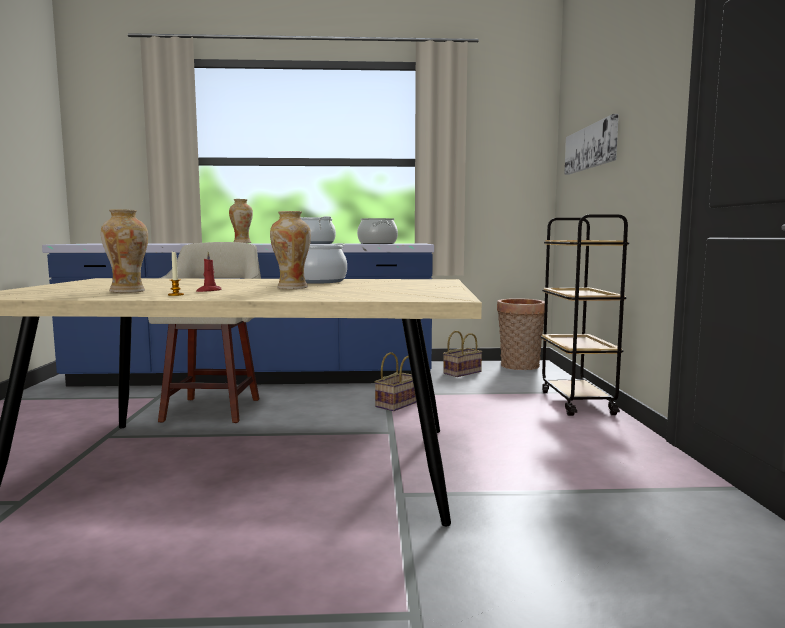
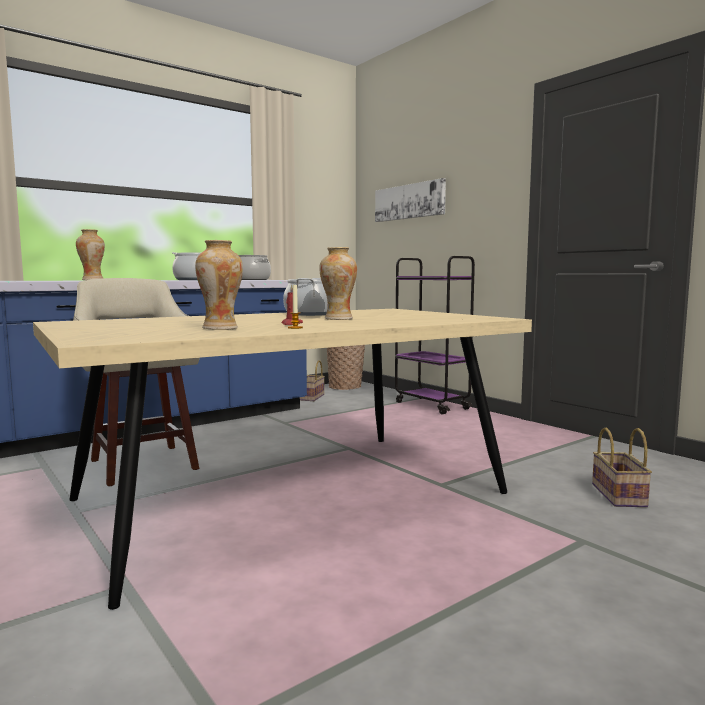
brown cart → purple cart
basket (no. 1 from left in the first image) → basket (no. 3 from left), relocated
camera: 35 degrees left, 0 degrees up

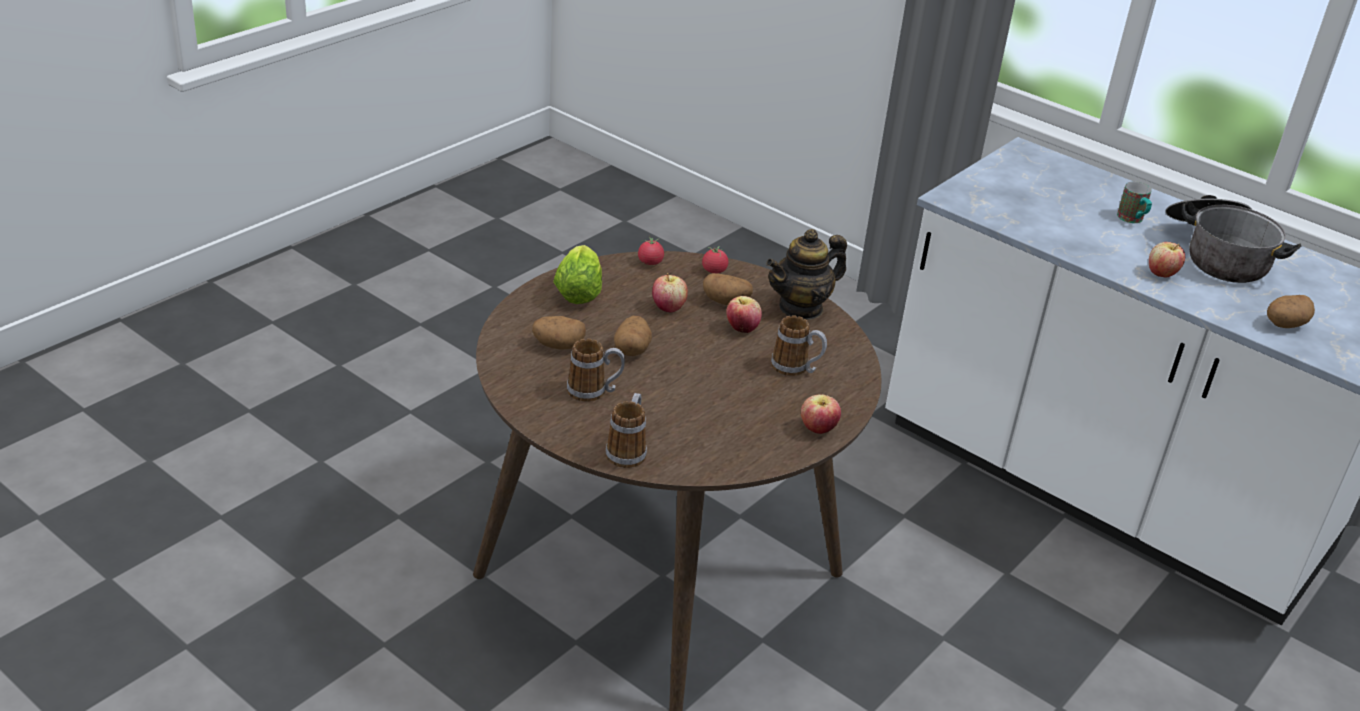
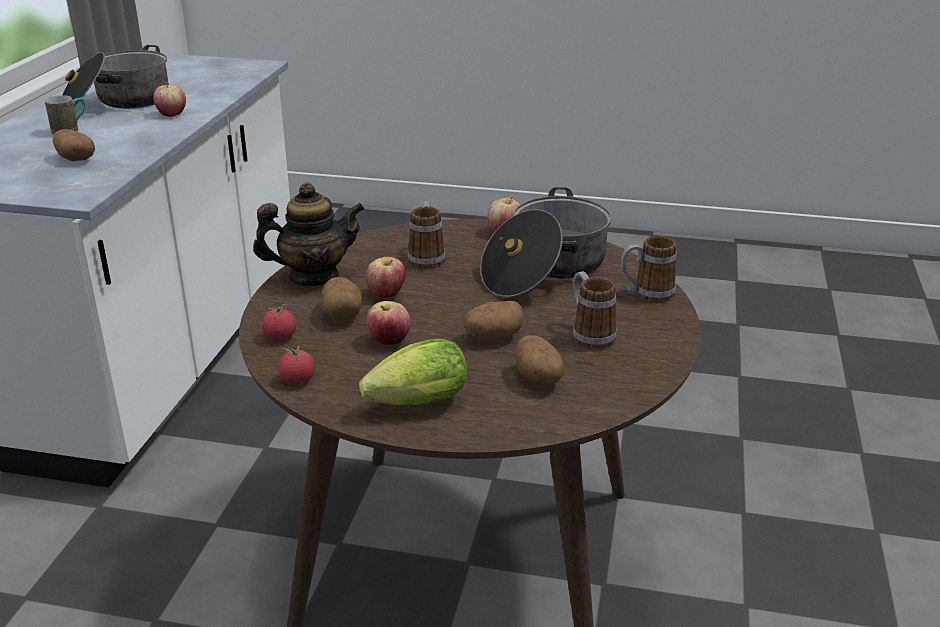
potato (no. 4 from left in the first image) → potato (no. 1 from left), relocated
teapot, 45 degrees counterclockwise
- → cooking pot (no. 2 from left)
camera: 115 degrees left, 5 degrees down

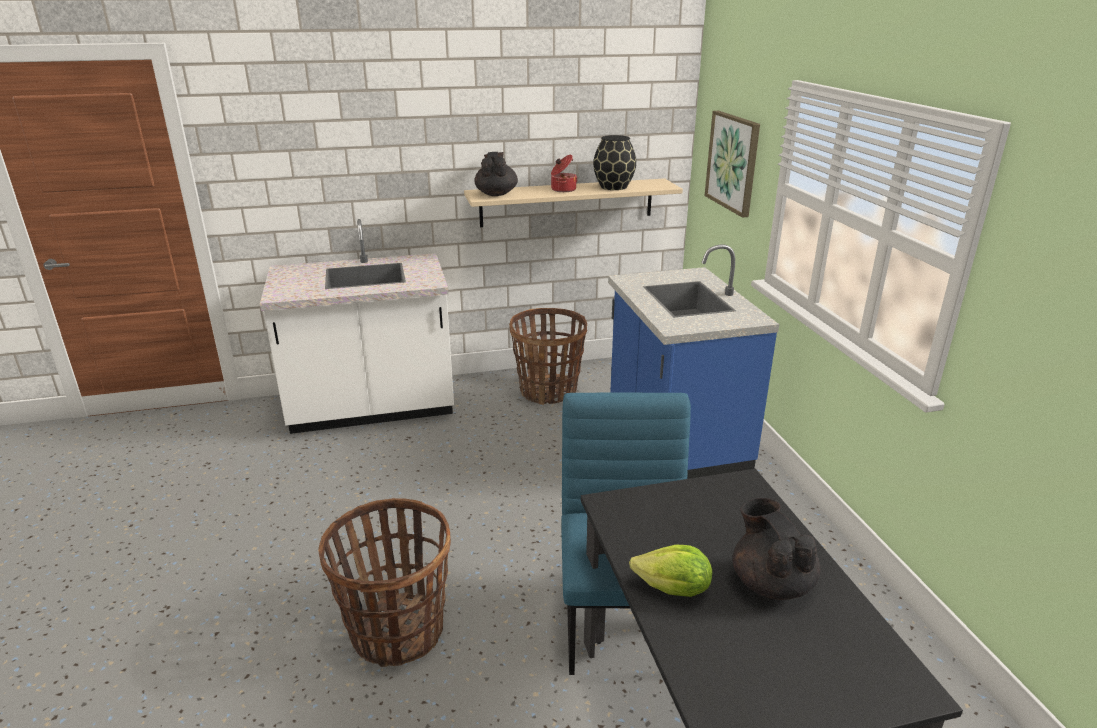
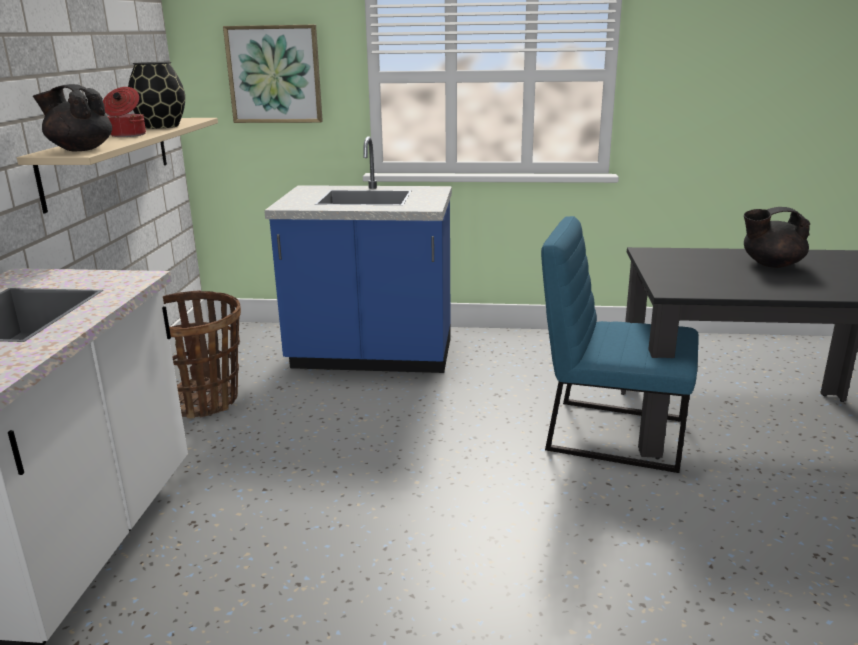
basket (no. 1 from left) → -
lettuce → -
camera: 70 degrees left, 5 degrees down

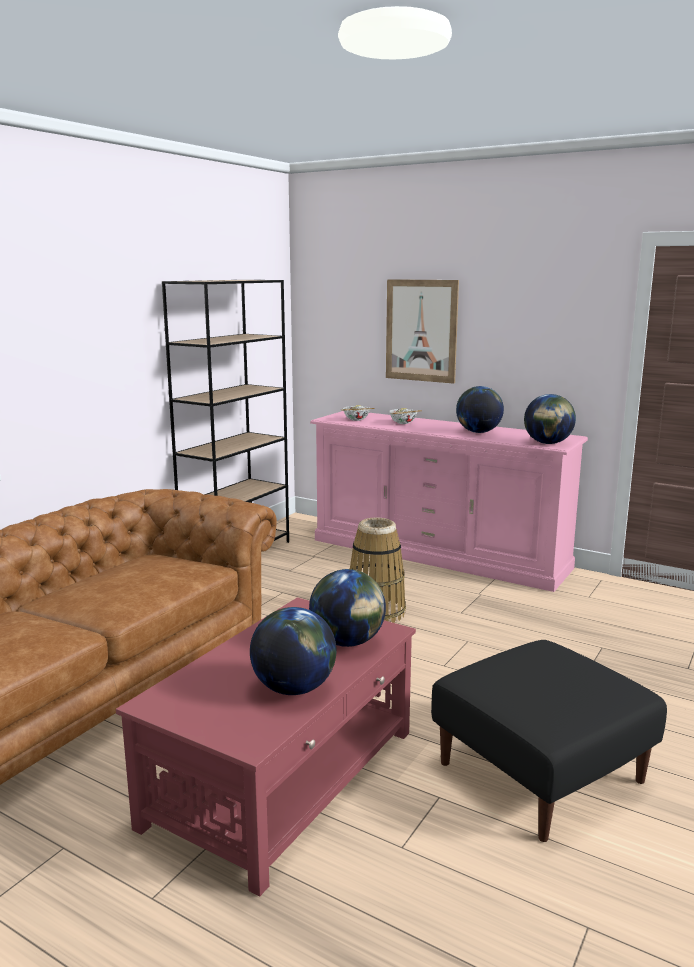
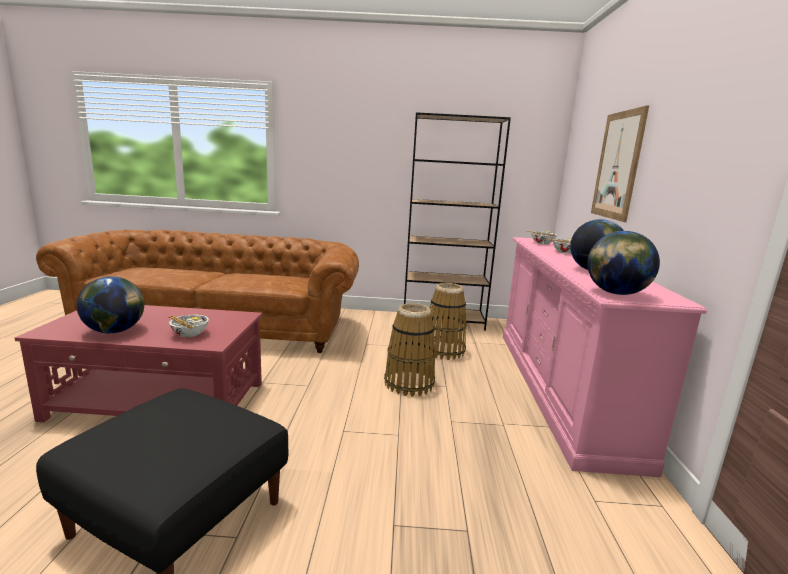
globe (no. 2 from left) → bowl (no. 1 from left)
- → basket (no. 2 from left)
camera: 60 degrees right, 0 degrees up

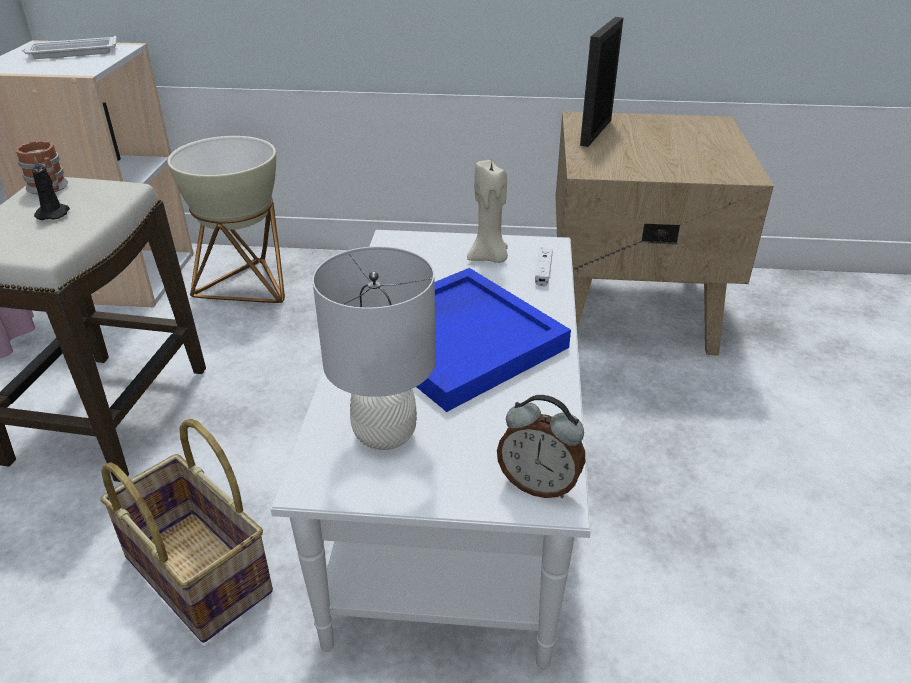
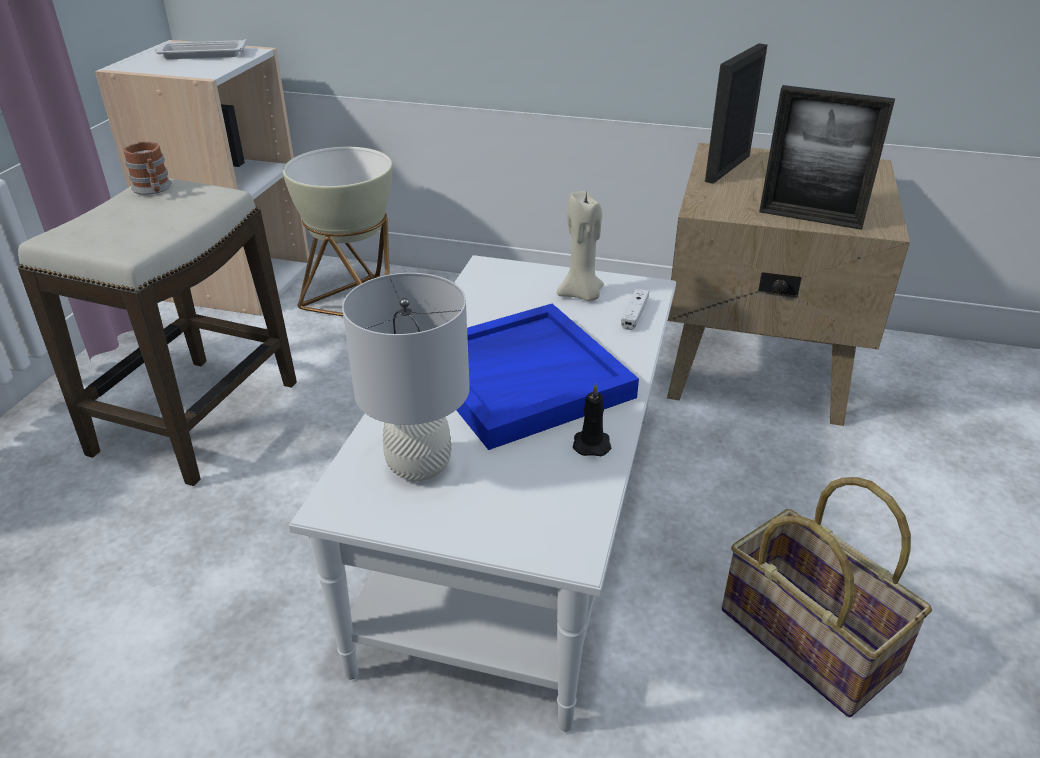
black candle, relocated
basket, relocated
- → picture frame (no. 2 from left)
alarm clock → -
camera: 10 degrees right, 0 degrees up

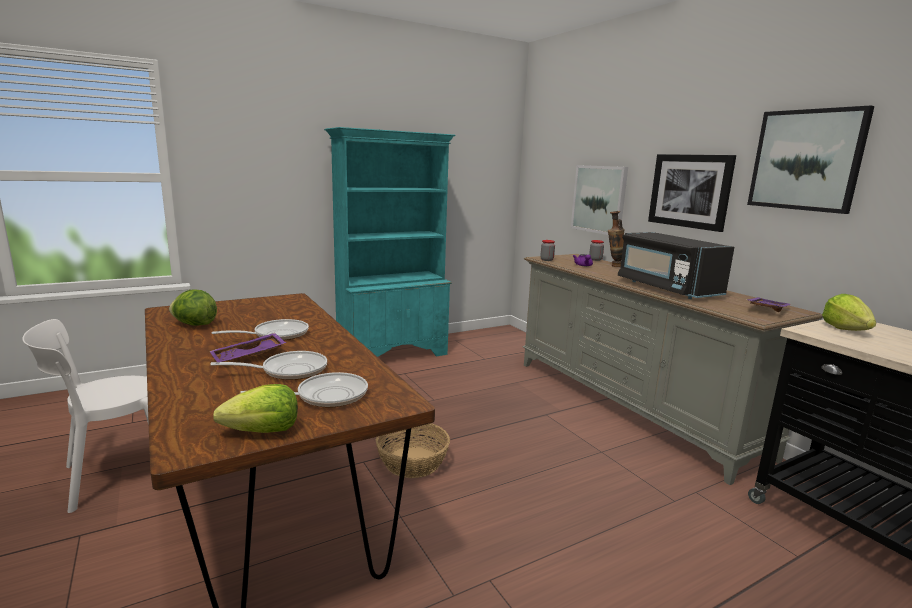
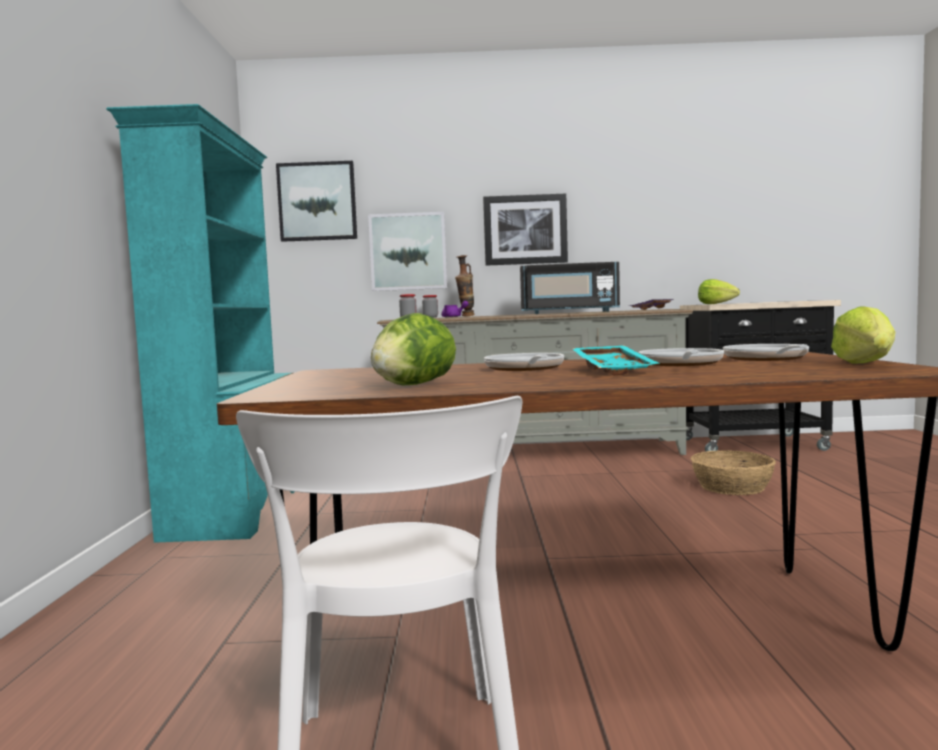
picture (no. 3 from left in the first image) → picture (no. 1 from left), relocated
purple tray (no. 1 from left) → turquoise tray
basket, relocated
camera: 60 degrees left, 10 degrees down

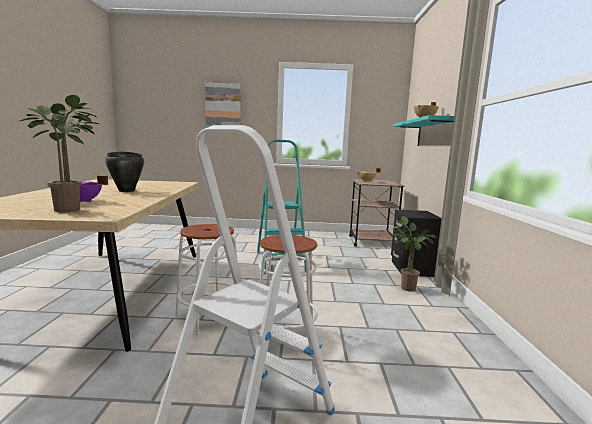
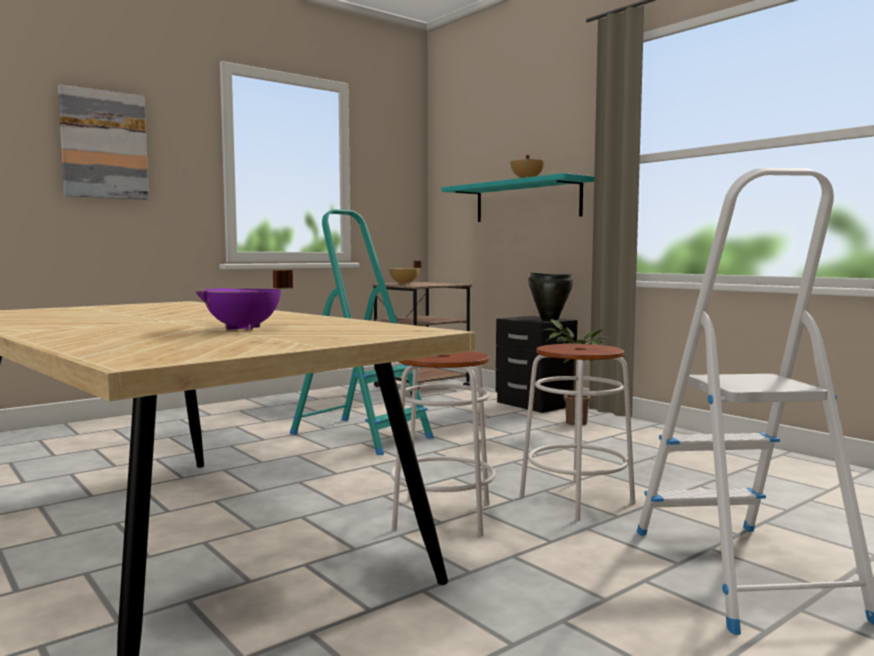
black cooking pot, relocated
potted plant (no. 1 from left) → -
camera: 40 degrees left, 5 degrees down

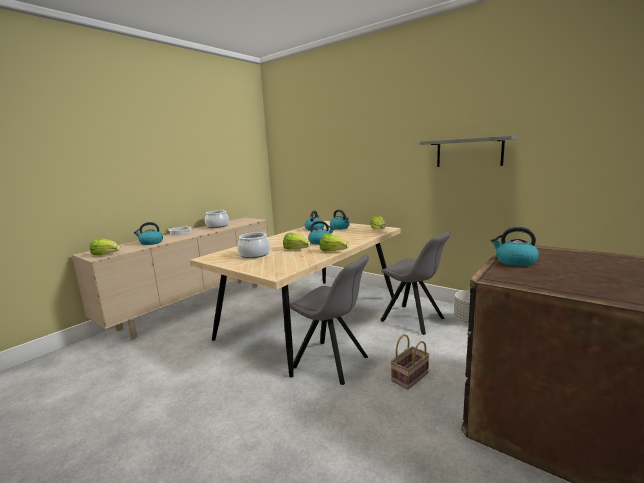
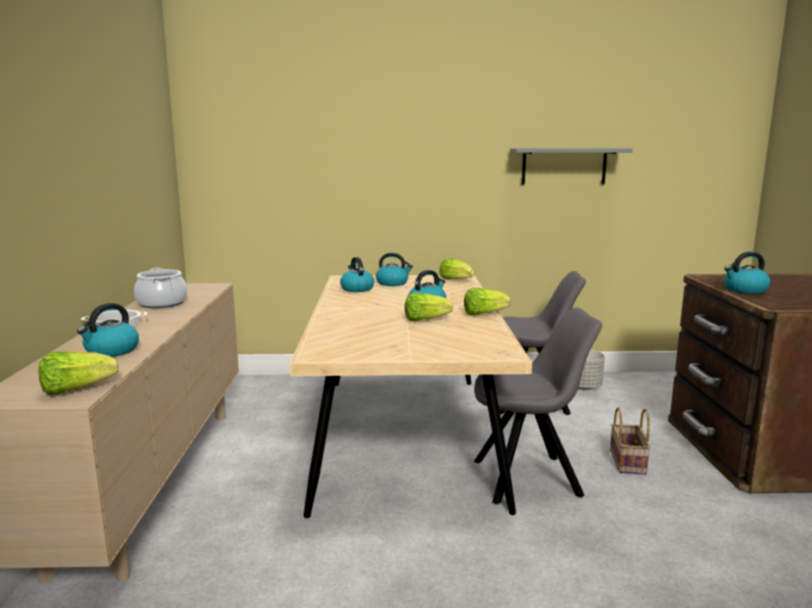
cooking pot (no. 3 from left) → -
camera: 40 degrees left, 0 degrees up

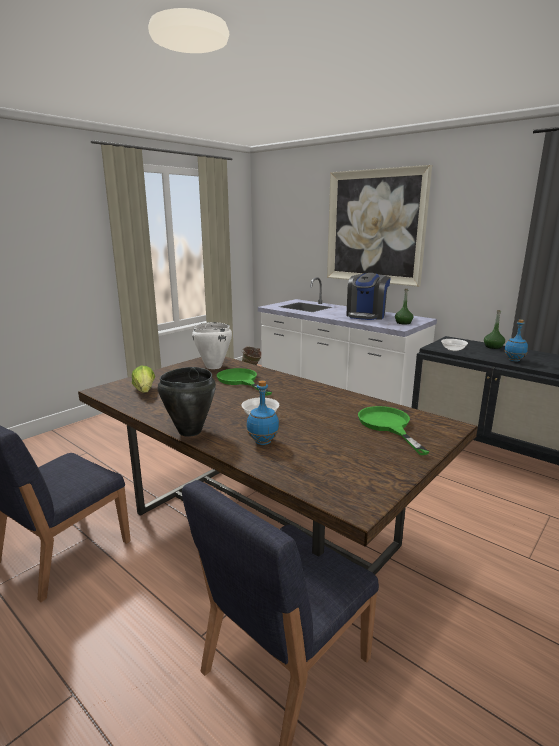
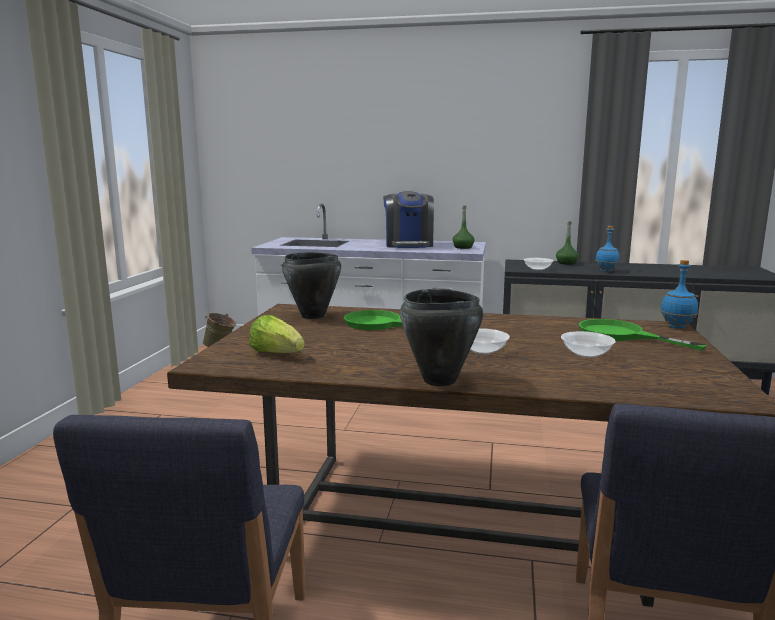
white cooking pot → black cooking pot (no. 1 from left)
- → bowl (no. 3 from left)
blue bottle (no. 1 from left in the first image) → blue bottle (no. 2 from left), relocated
picture → -
camera: 30 degrees left, 5 degrees down

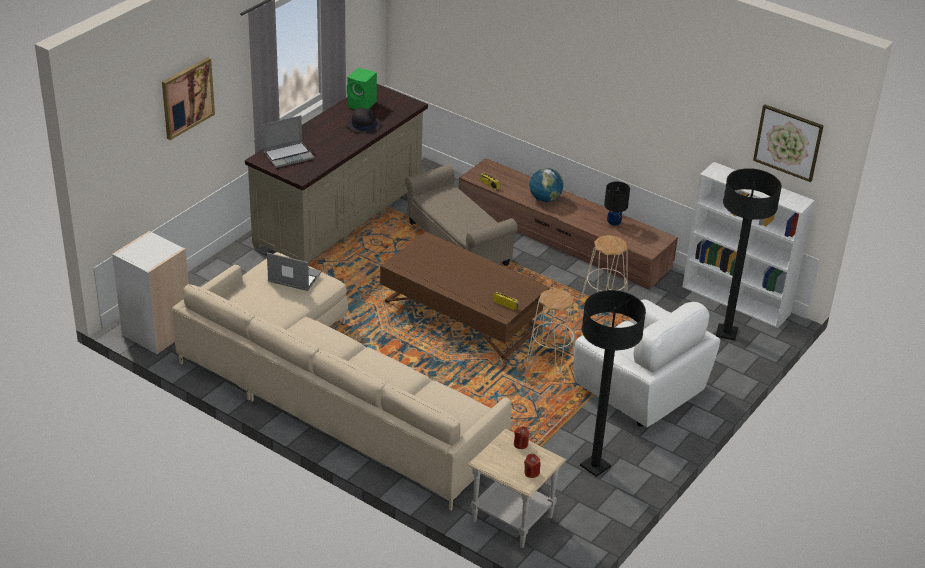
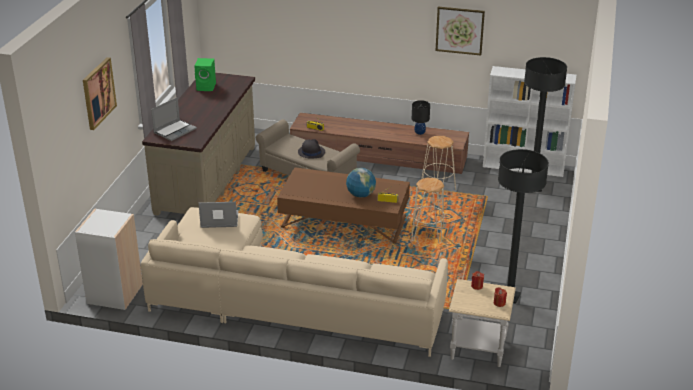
black hat, relocated
globe, relocated
picture (no. 2 from left), relocated
white armchair → -
camera: 20 degrees left, 5 degrees down

